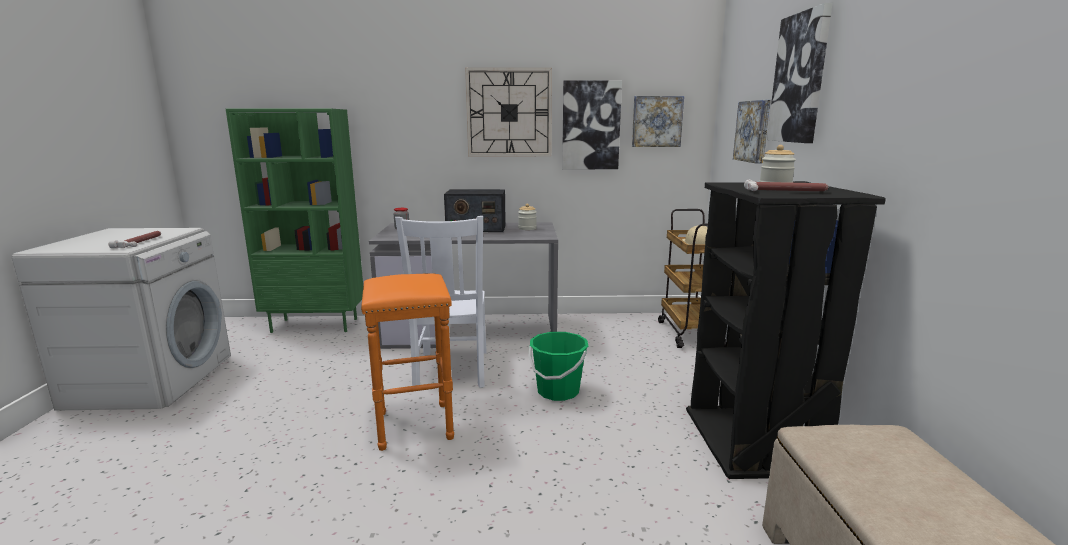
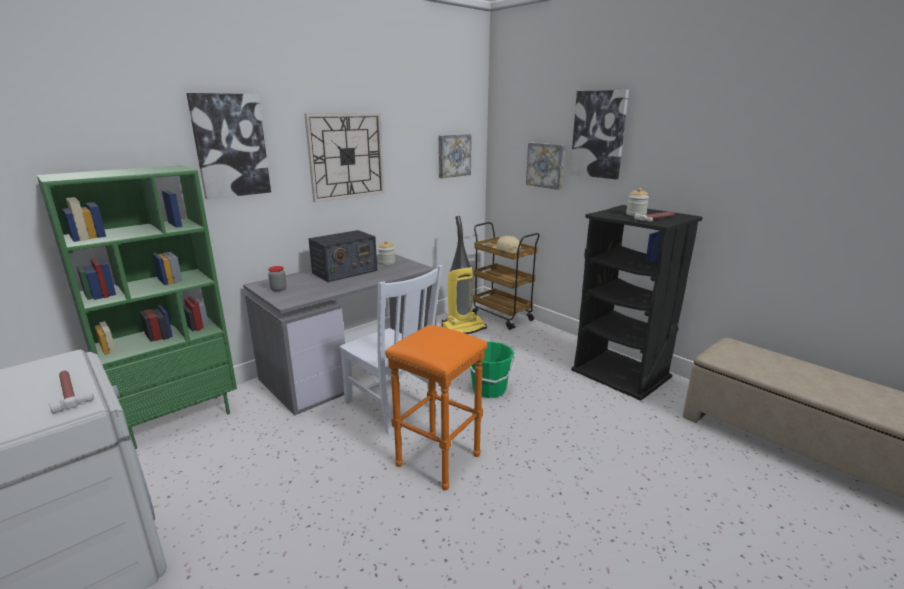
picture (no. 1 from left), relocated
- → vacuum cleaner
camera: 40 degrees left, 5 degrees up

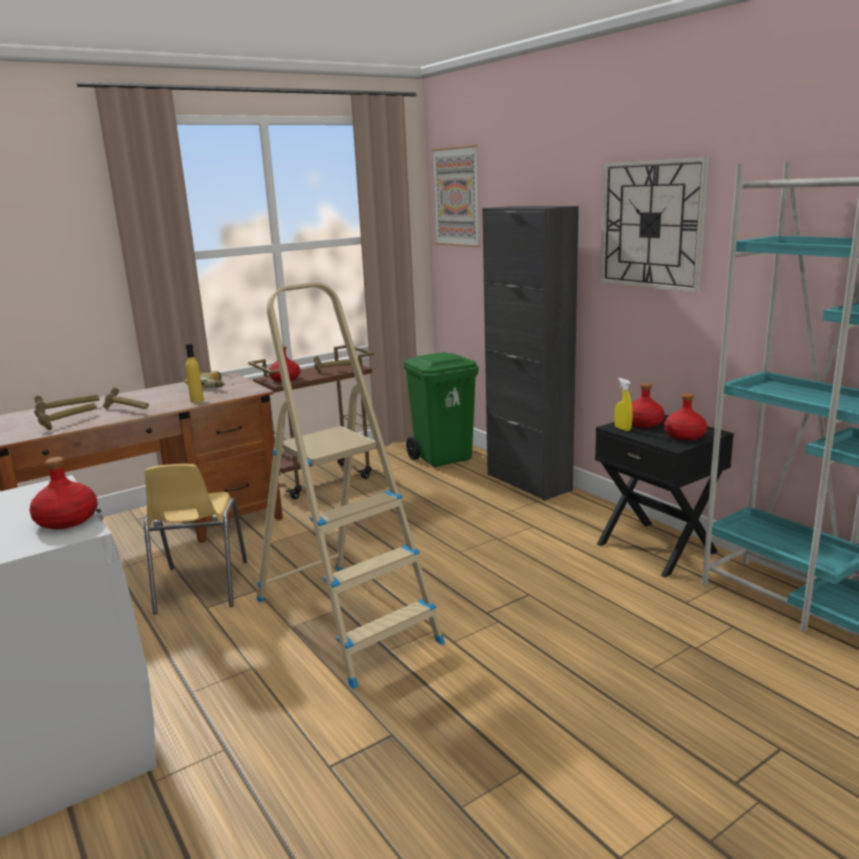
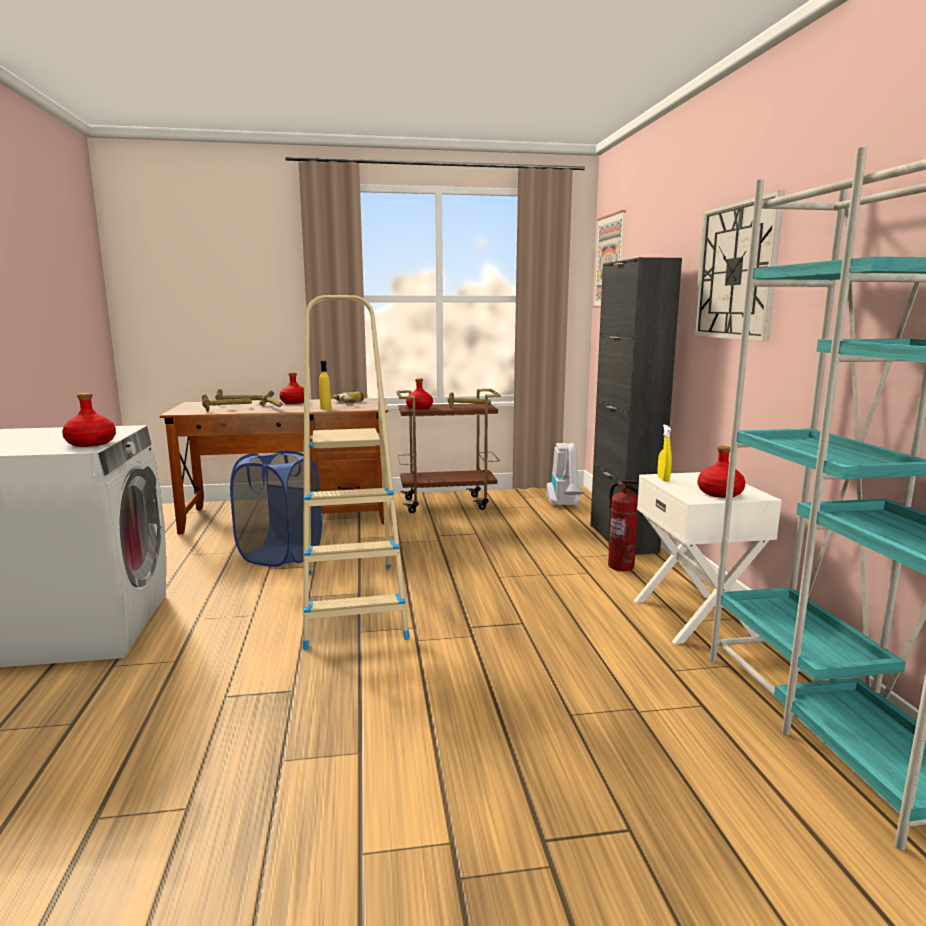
yellow chair → blue laundry basket
red bottle (no. 3 from left in the first image) → red bottle (no. 2 from left), relocated
green trash can → vacuum cleaner
- → fire extinguisher
black nightstand → white nightstand
camera: 25 degrees right, 5 degrees down

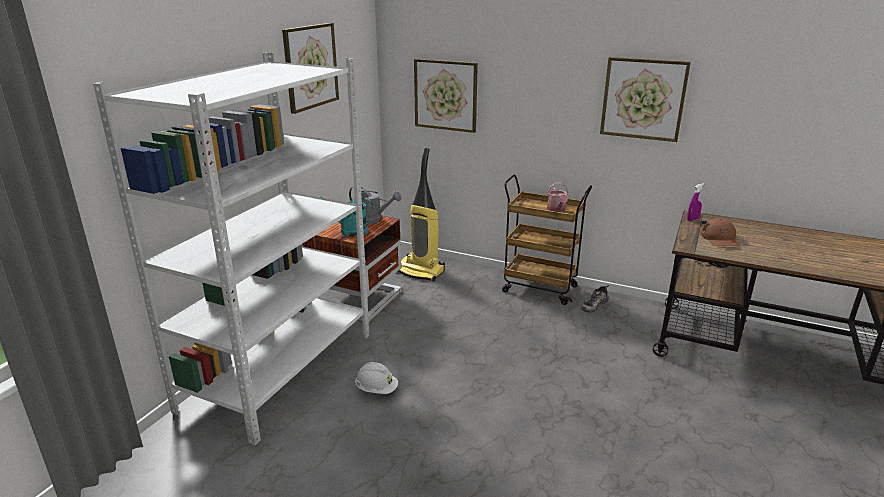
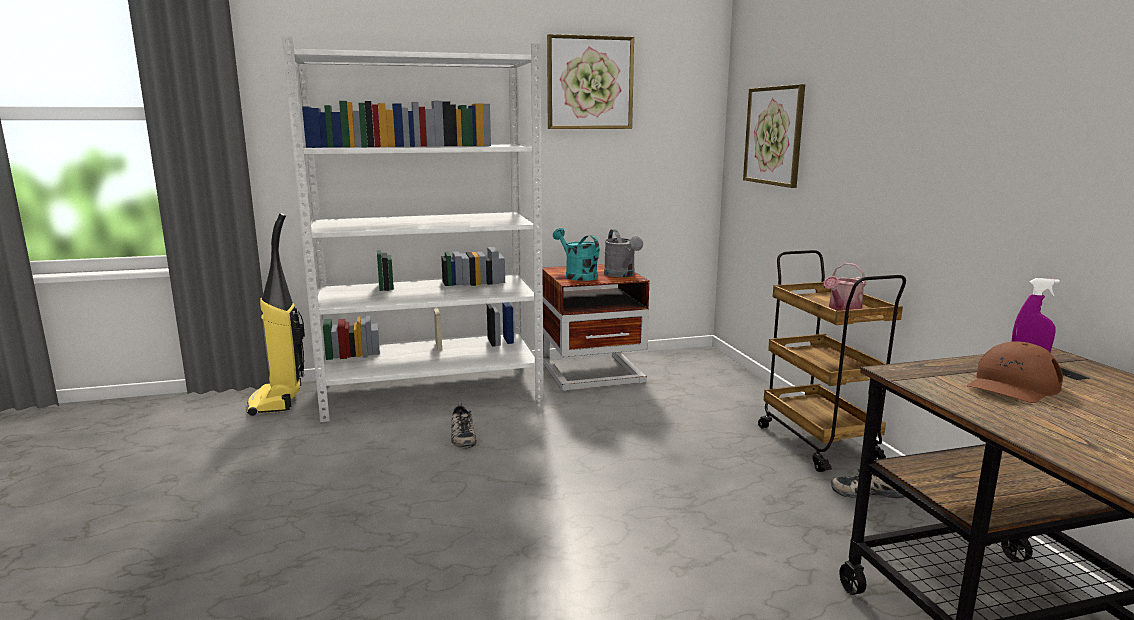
vacuum cleaner, relocated
white hard hat → shoe (no. 1 from left)
picture (no. 3 from left) → -
camera: 50 degrees right, 10 degrees down

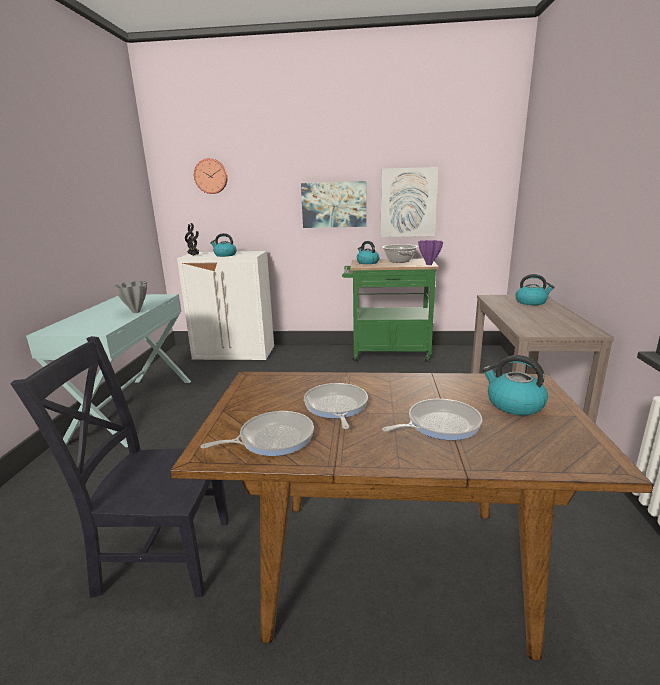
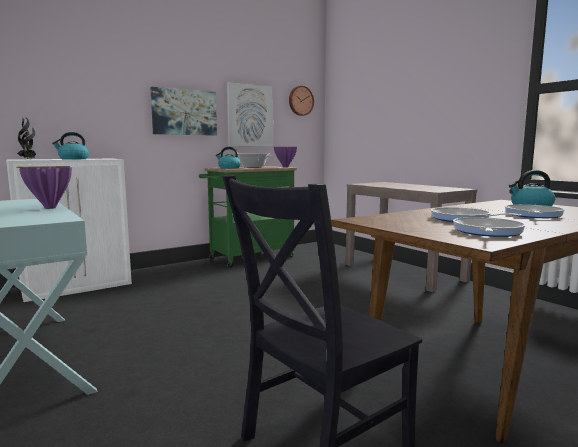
grey vase → purple vase (no. 1 from left)
wall clock, relocated
kettle (no. 4 from left) → -
camera: 40 degrees left, 10 degrees down

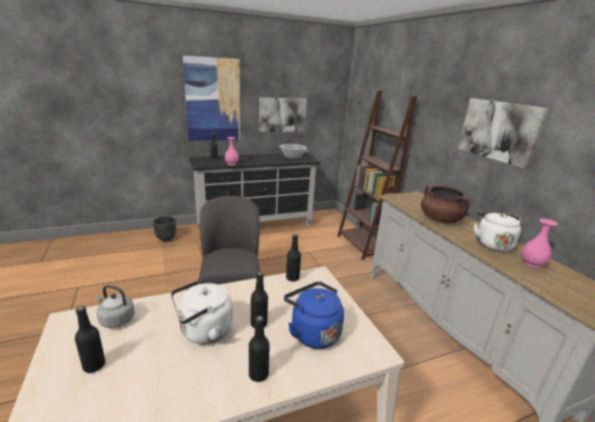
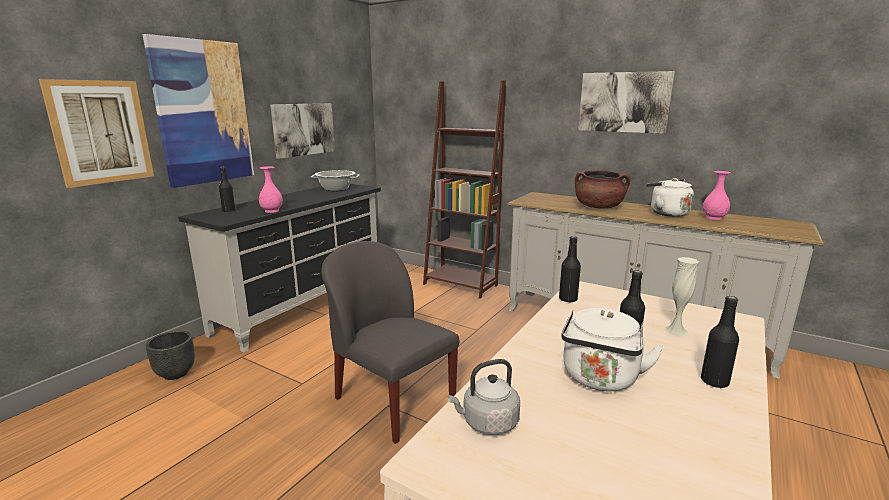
- → picture (no. 1 from left)
blue kettle → white vase
black bottle (no. 1 from left) → -
camera: 35 degrees left, 5 degrees down

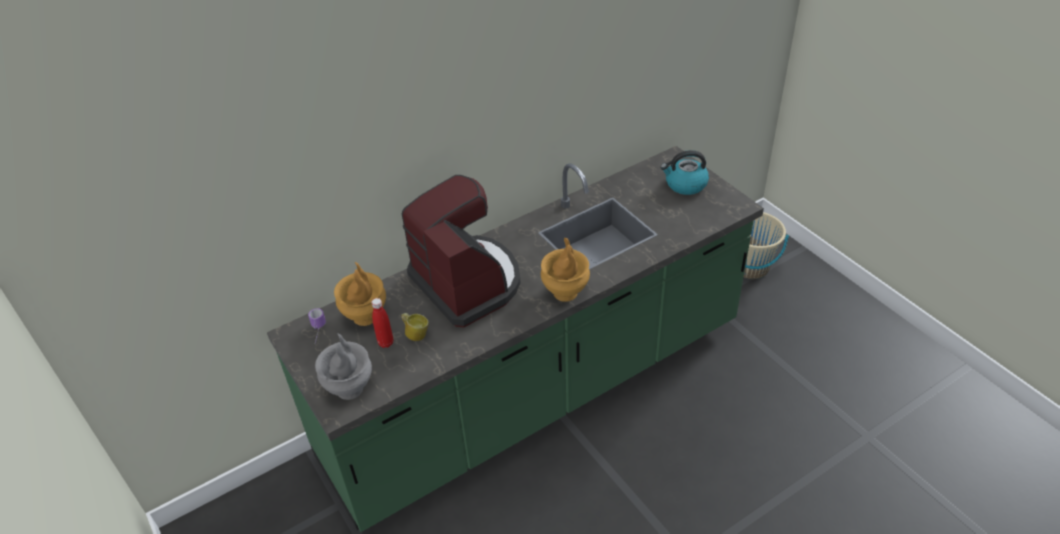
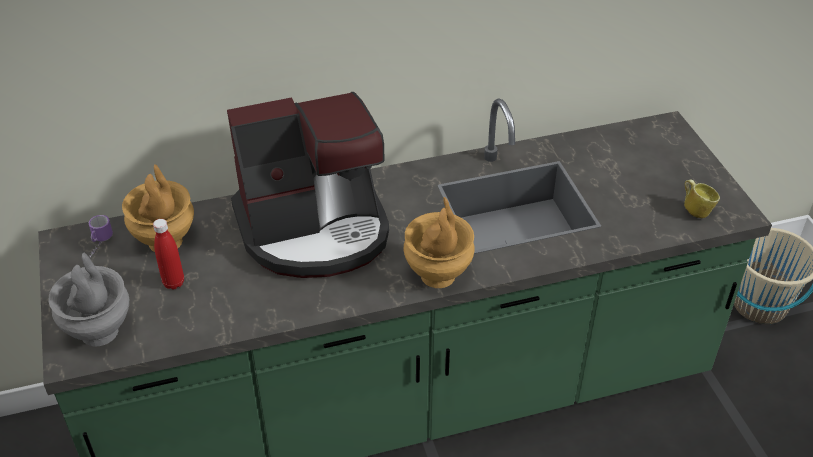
coffee machine, 90 degrees clockwise
mug (no. 2 from left), relocated
kettle → -
camera: 15 degrees right, 0 degrees up

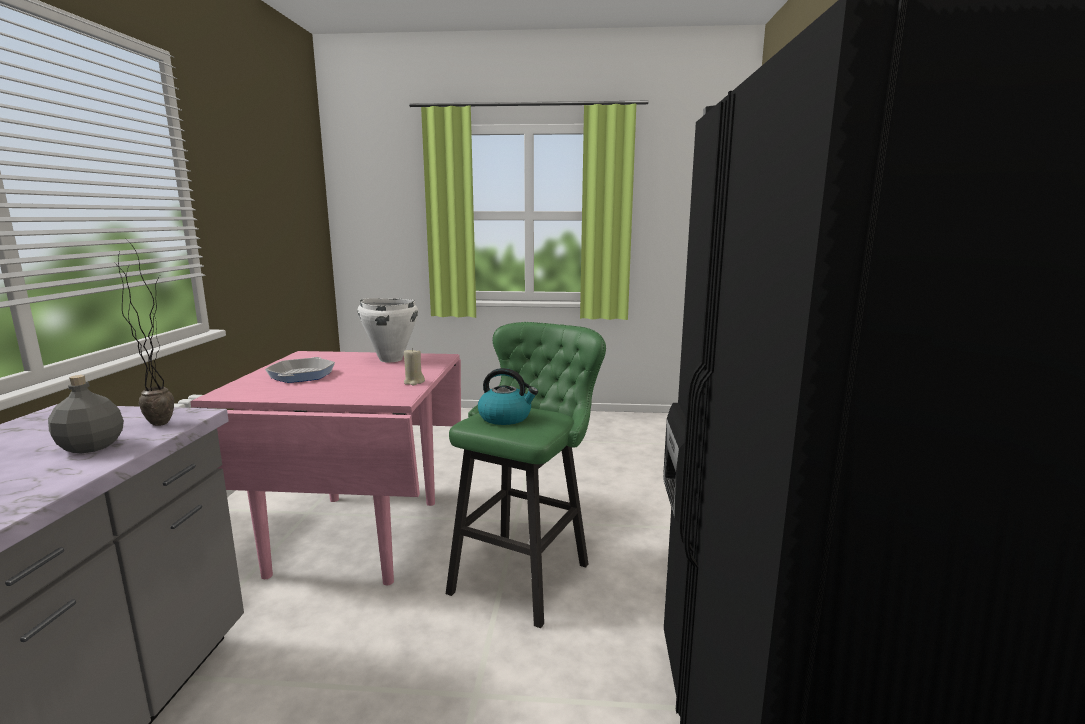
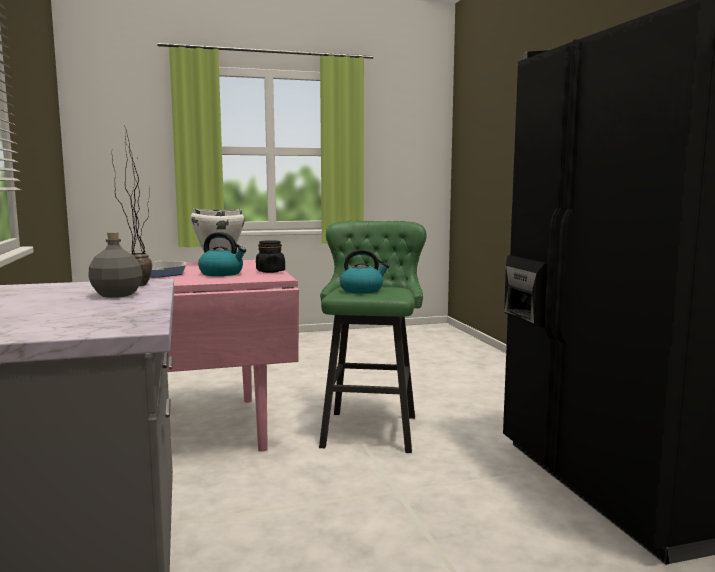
- → kettle (no. 1 from left)
beige candle → black jar
camera: 20 degrees left, 5 degrees down

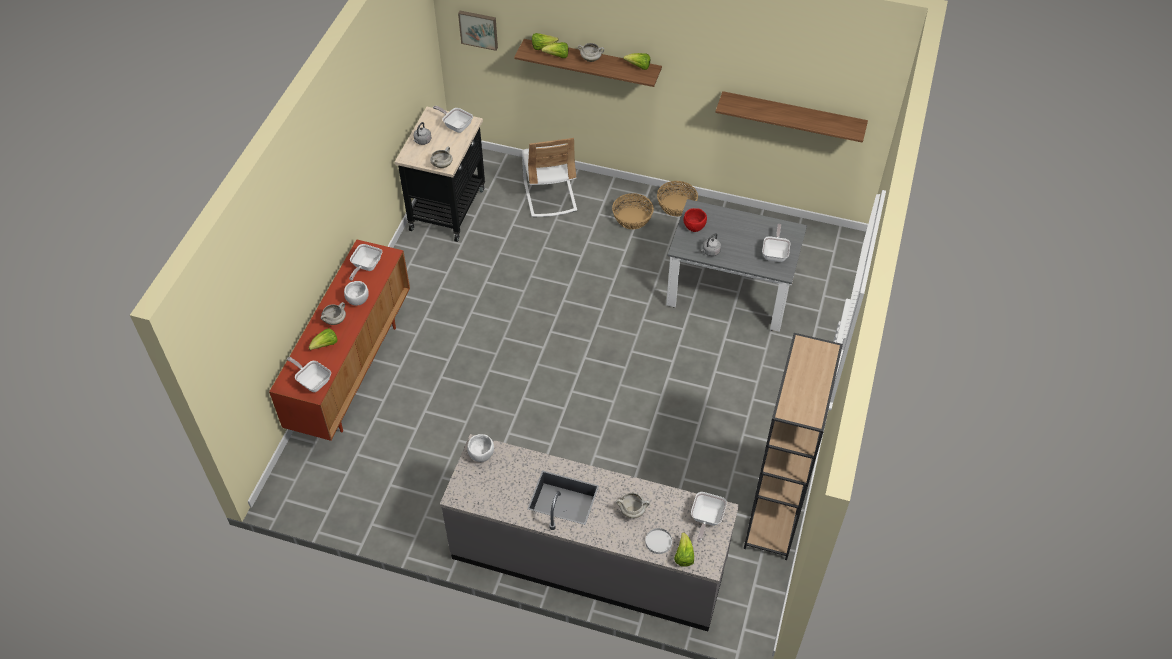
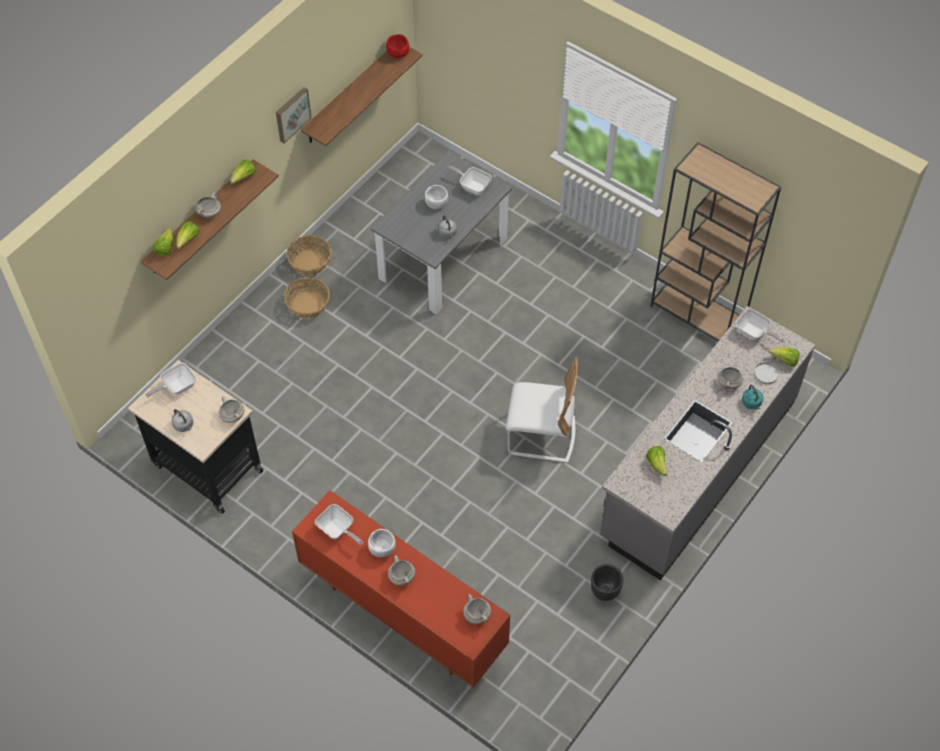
picture, relocated
red bowl, relocated
white bowl (no. 2 from left), relocated
frying pan (no. 1 from left) → white cooking pot (no. 4 from left)
white chair, relocated
- → black planter
lettuce (no. 1 from left in the first image) → lettuce (no. 4 from left), relocated
- → turquoise kettle
camera: 70 degrees left, 5 degrees up

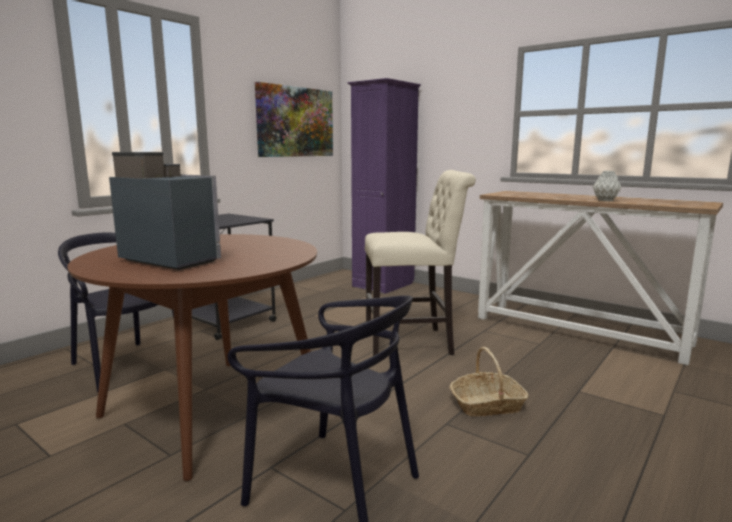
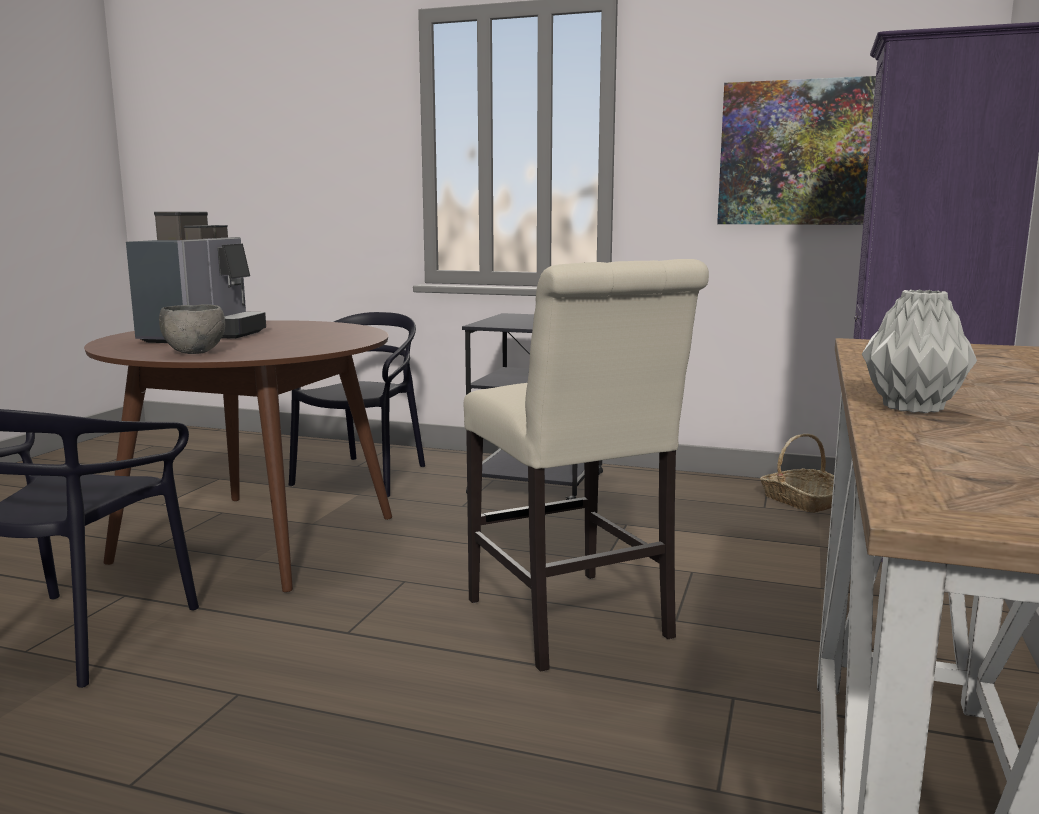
- → grey bowl
basket, relocated
camera: 70 degrees right, 0 degrees up

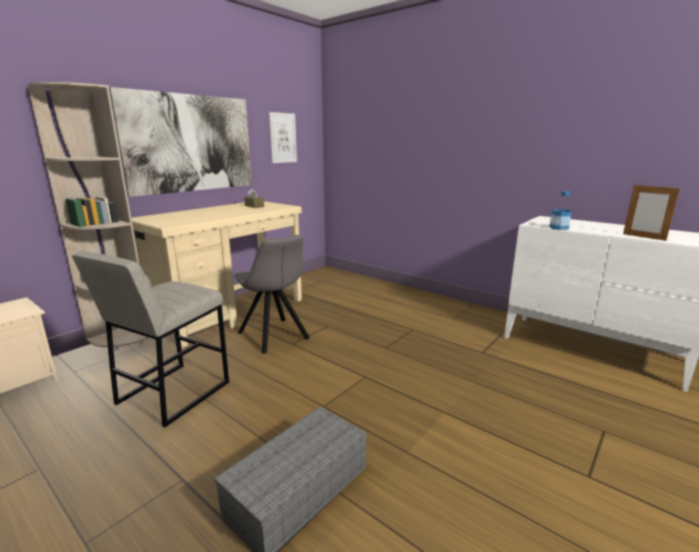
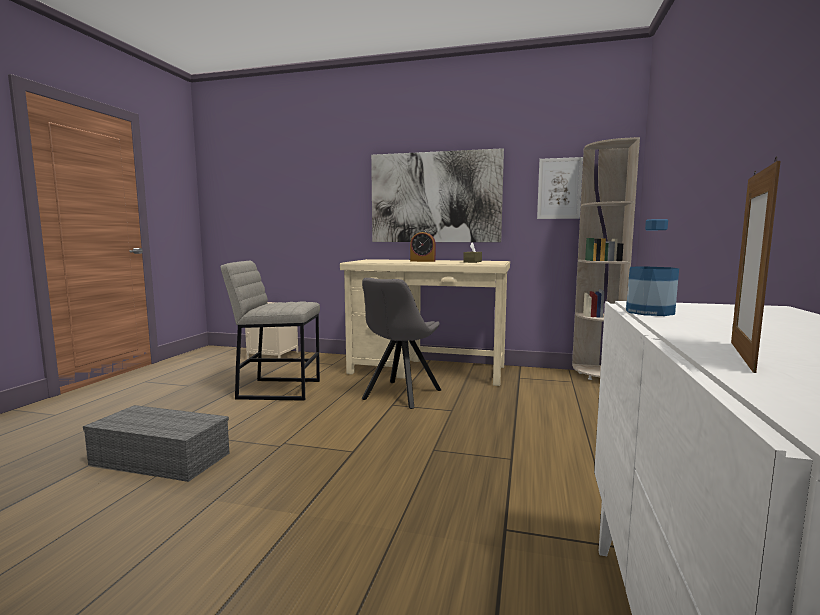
- → alarm clock
beige bookcase, relocated
camera: 65 degrees right, 10 degrees down

